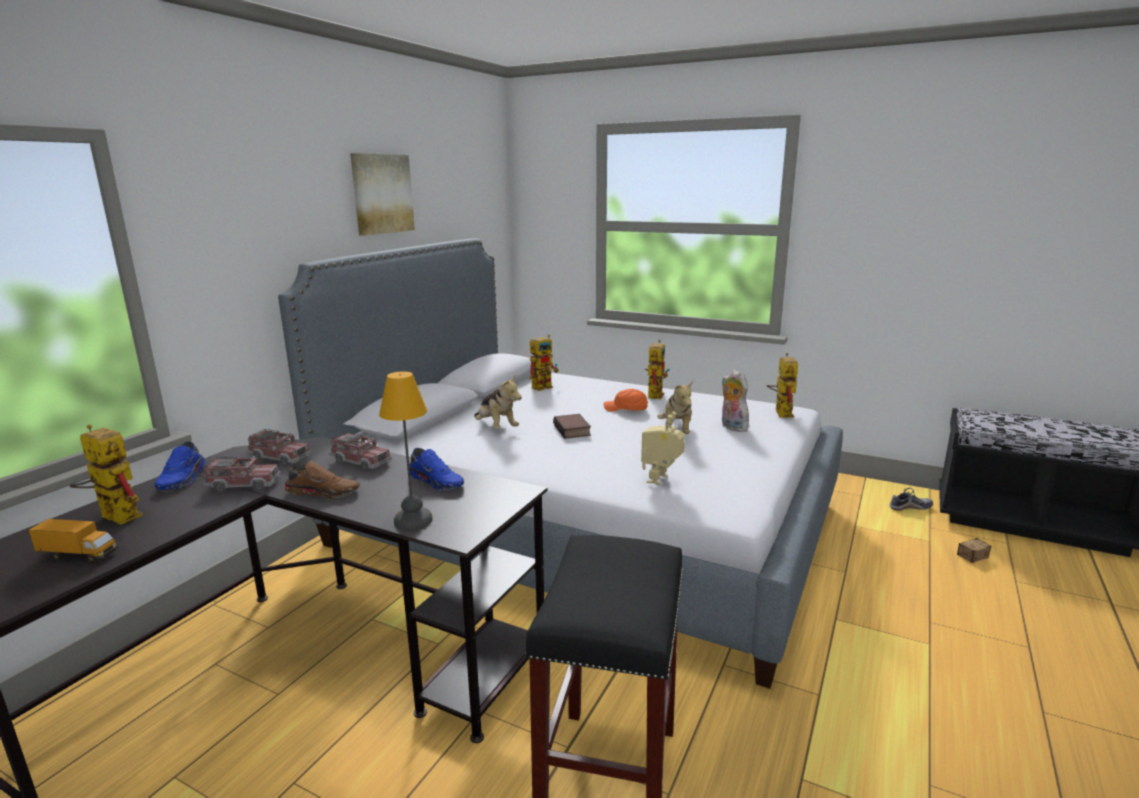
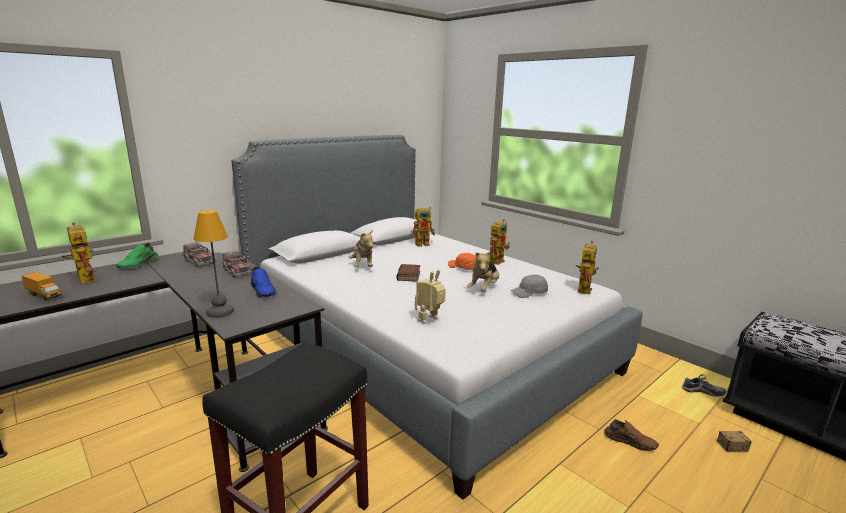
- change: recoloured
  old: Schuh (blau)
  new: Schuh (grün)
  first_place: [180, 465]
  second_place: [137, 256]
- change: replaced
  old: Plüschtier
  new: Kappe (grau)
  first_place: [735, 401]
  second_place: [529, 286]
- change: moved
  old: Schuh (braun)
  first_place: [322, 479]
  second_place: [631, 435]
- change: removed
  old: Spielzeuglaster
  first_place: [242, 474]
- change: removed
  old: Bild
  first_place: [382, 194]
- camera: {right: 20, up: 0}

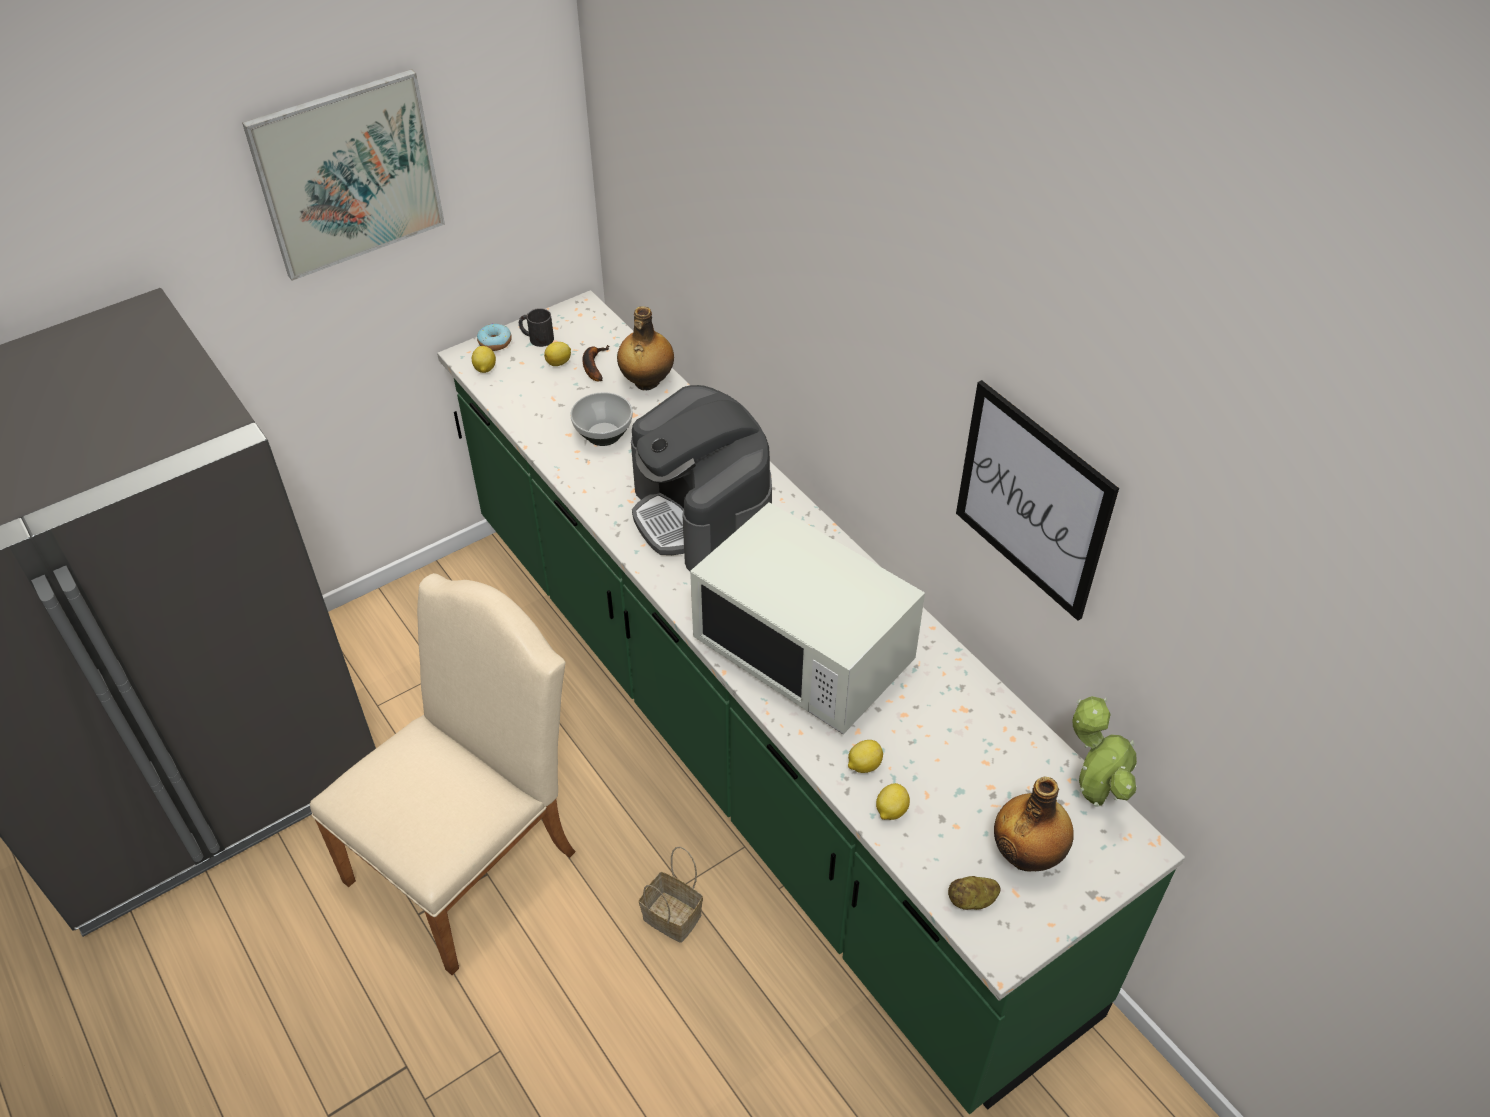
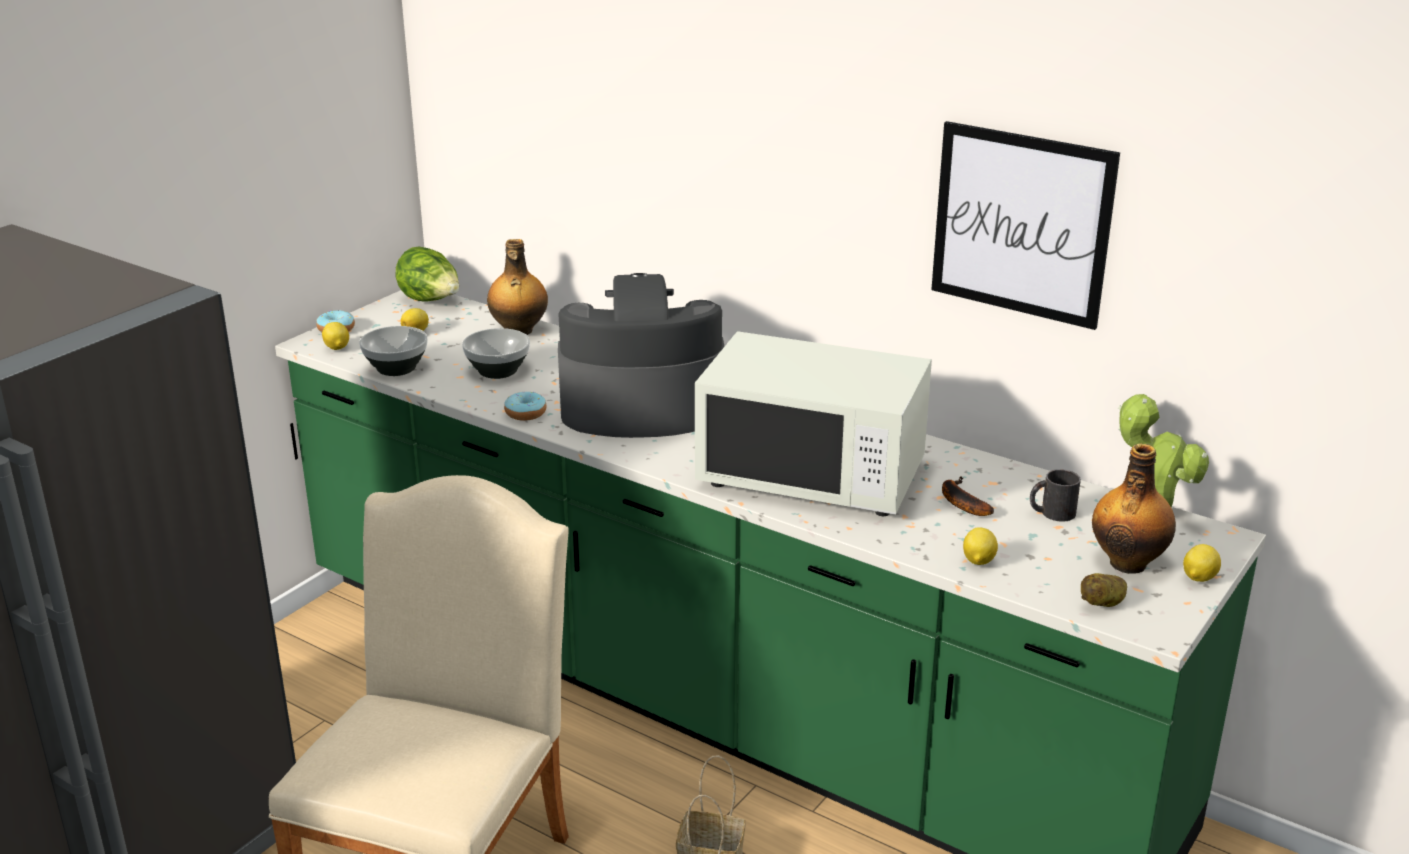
- change: added
  new: Schüssel
  second_place: [393, 351]
- change: added
  new: Salatkopf
  second_place: [427, 274]
- change: added
  new: Donut
  second_place: [525, 406]
- change: turned
  old: Kaffeemaschine
  first_place: [701, 478]
  second_place: [641, 355]
  degrees: 135
- change: moved
  old: Banane
  first_place: [596, 363]
  second_place: [968, 496]
- change: moved
  old: Henkelbecher (schwarz)
  first_place: [536, 327]
  second_place: [1055, 495]
- change: moved
  old: Zitrone
  first_place: [865, 756]
  second_place: [1202, 563]
- change: removed
  old: Bild
  first_place: [343, 175]
- camera: {right: -20, up: -20}

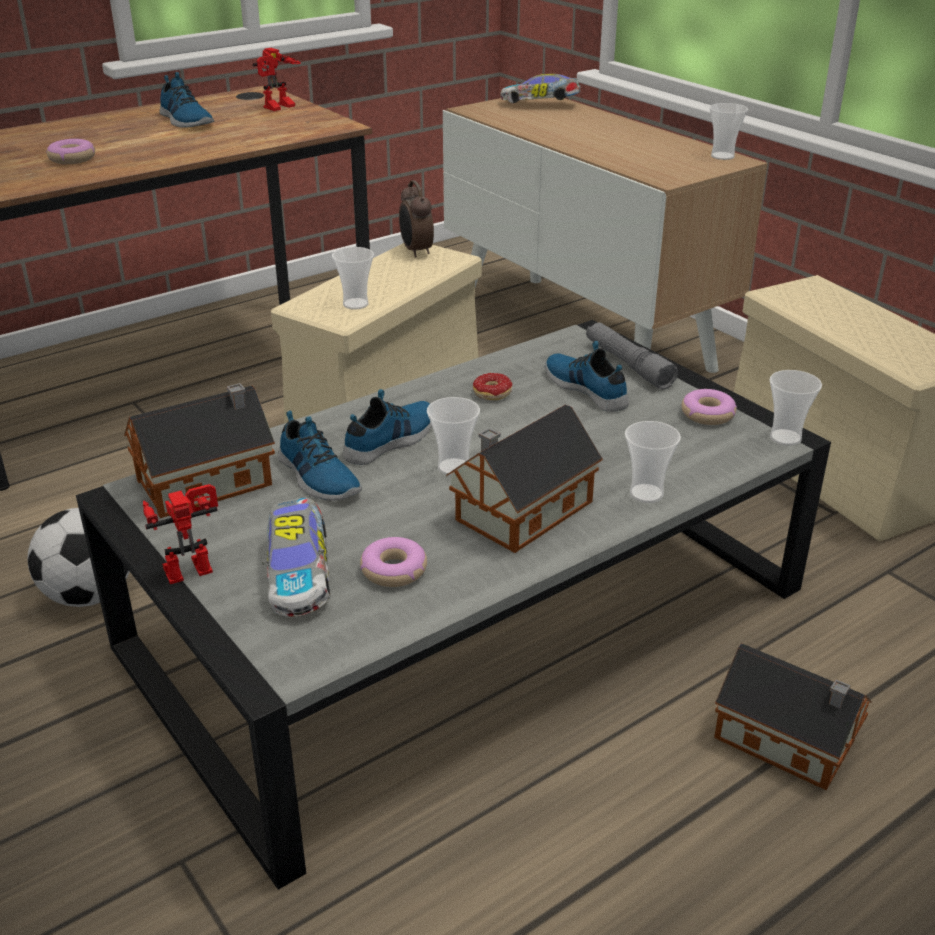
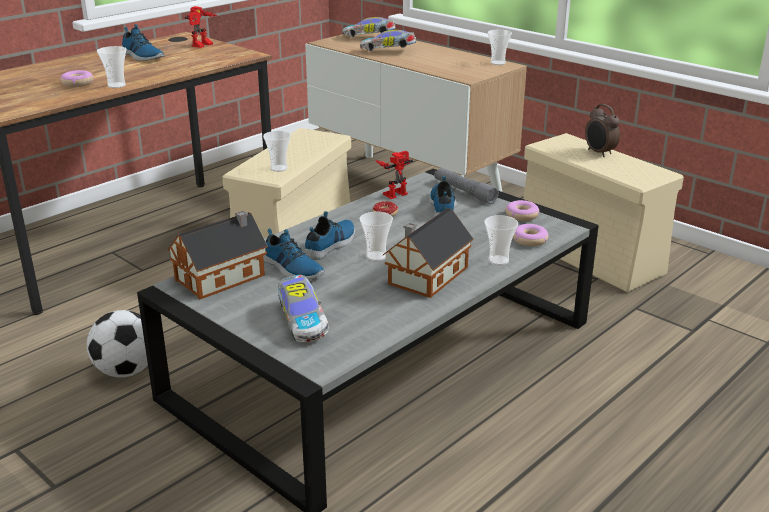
- change: moved
  old: Tasse
  first_place: [796, 408]
  second_place: [111, 67]
- change: added
  new: Spielzeugauto
  second_place: [388, 40]
- change: moved
  old: Spielzeugroboter
  first_place: [180, 534]
  second_place: [394, 175]
- change: turned
  old: Schuh
  first_place: [587, 376]
  second_place: [443, 196]
  degrees: 45
- change: moved
  old: Donut
  first_place: [393, 562]
  second_place: [531, 235]
- change: moved
  old: Wecker
  first_place: [416, 219]
  second_place: [602, 130]
- change: removed
  old: Spielzeughaus
  first_place: [793, 716]
- camera: {right: -10, up: -5}

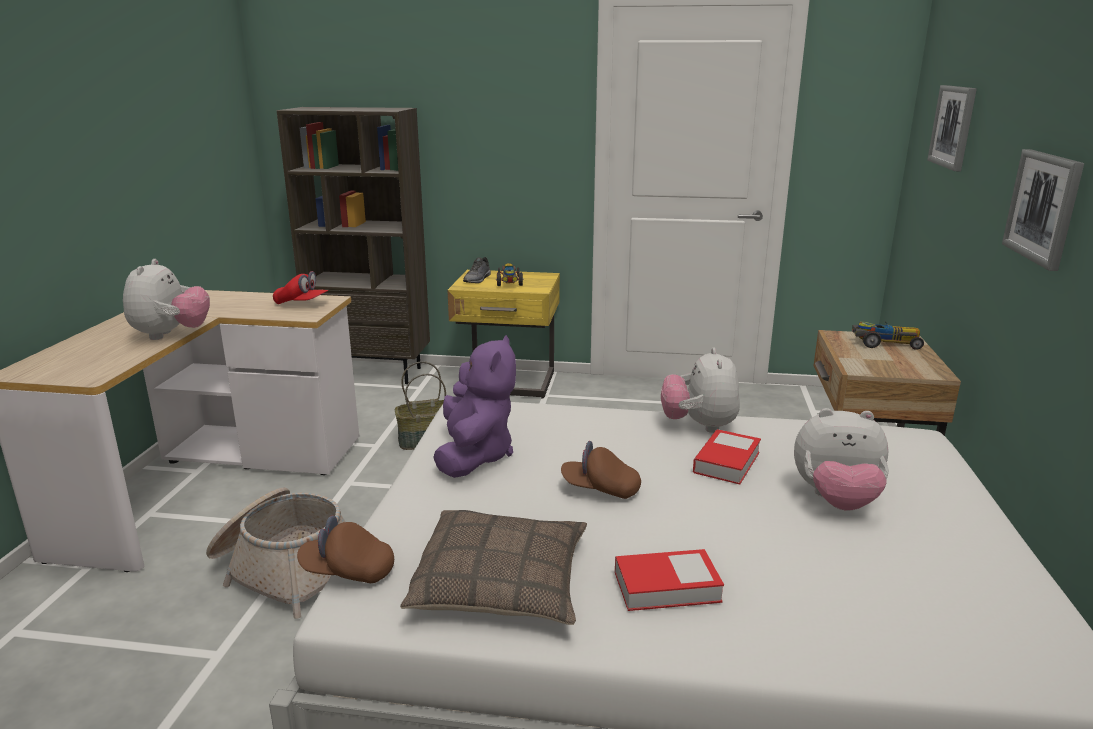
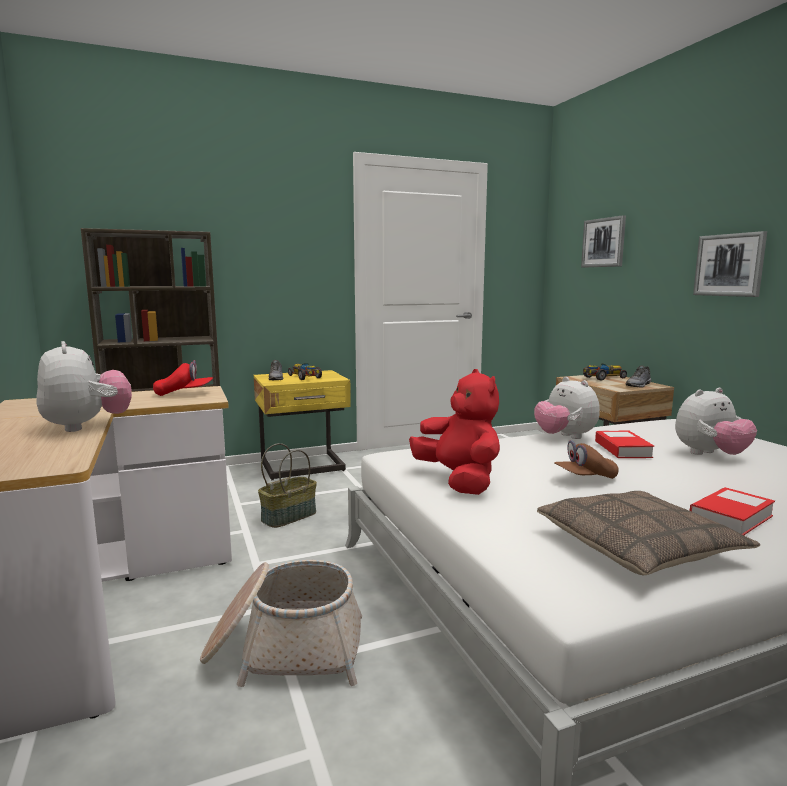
- change: recoloured
  old: Plüschtier (lila)
  new: Plüschtier (rot)
  first_place: [474, 406]
  second_place: [454, 432]
- change: added
  new: Schuh (grau)
  second_place: [638, 376]
- change: removed
  old: Kappe (braun)
  first_place: [345, 549]
- camera: {right: -30, up: -10}

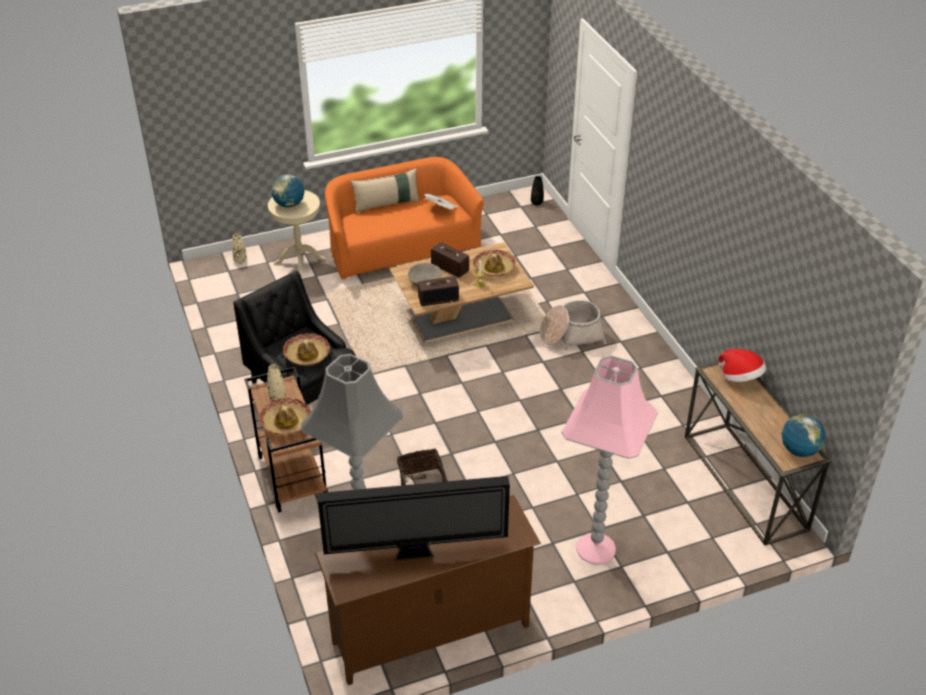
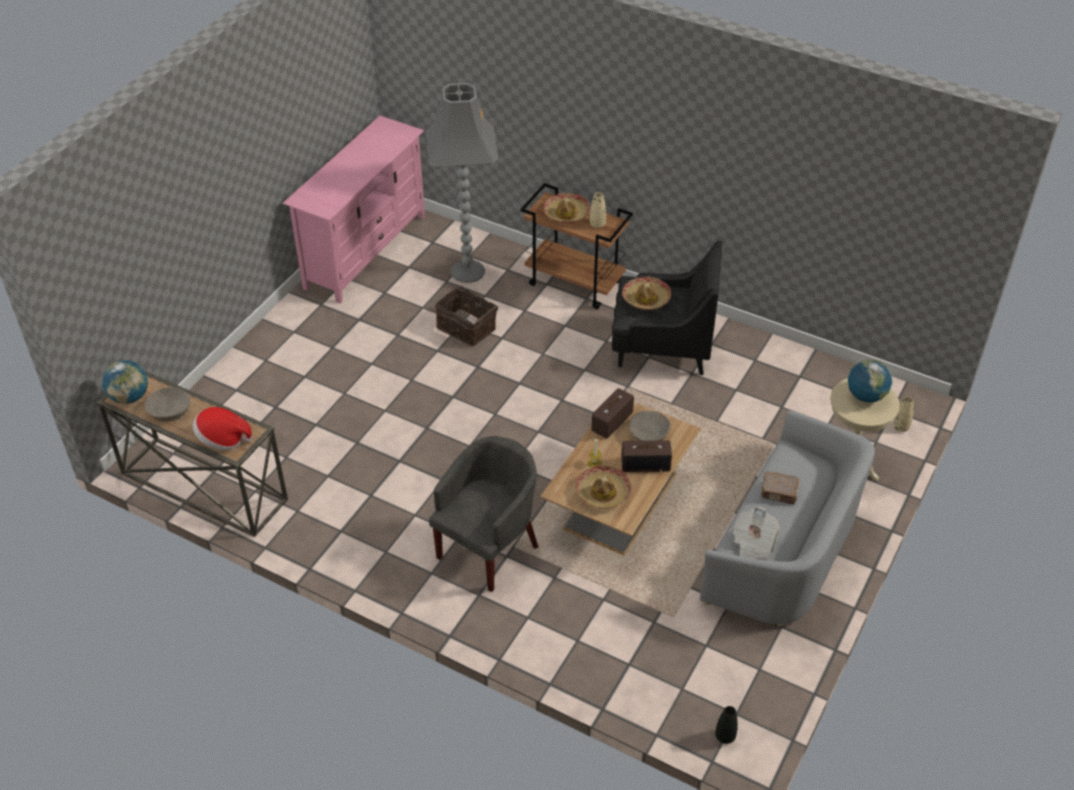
- change: added
  new: Schüssel (beige)
  second_place: [167, 404]
- change: recoloured
  old: Fernsehschrank (braun)
  new: Fernsehschrank (rosa)
  first_place: [428, 590]
  second_place: [354, 210]
- change: replaced
  old: Korb
  new: Sessel (grau)
  first_place: [573, 325]
  second_place: [484, 514]
- change: recoloured
  old: Sofa (orange)
  new: Sofa (grau)
  first_place: [404, 218]
  second_place: [787, 518]
- change: added
  new: Buch (braun)
  second_place: [780, 488]
- change: removed
  old: Fernseher
  first_place: [413, 518]
- change: removed
  old: Kissen (beige)
  first_place: [385, 190]
- change: removed
  old: Stehlampe (rosa)
  first_place: [609, 459]
- camera: {right: 140, up: 5}

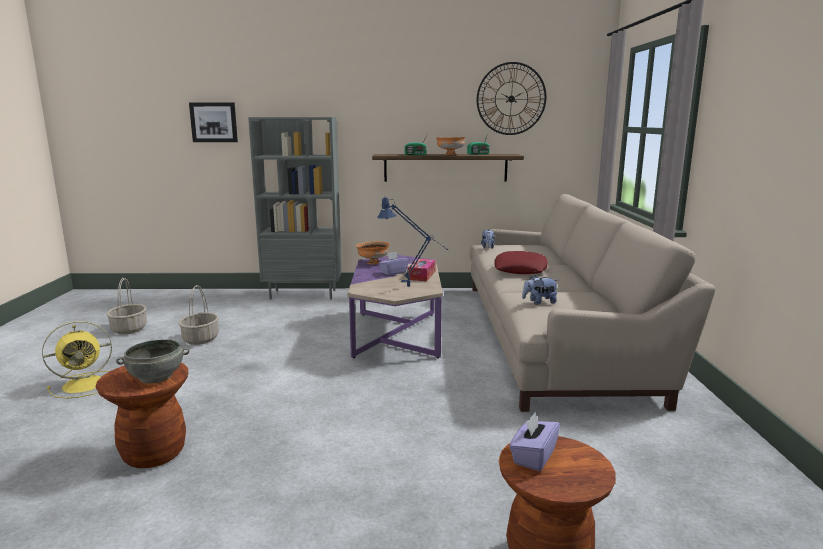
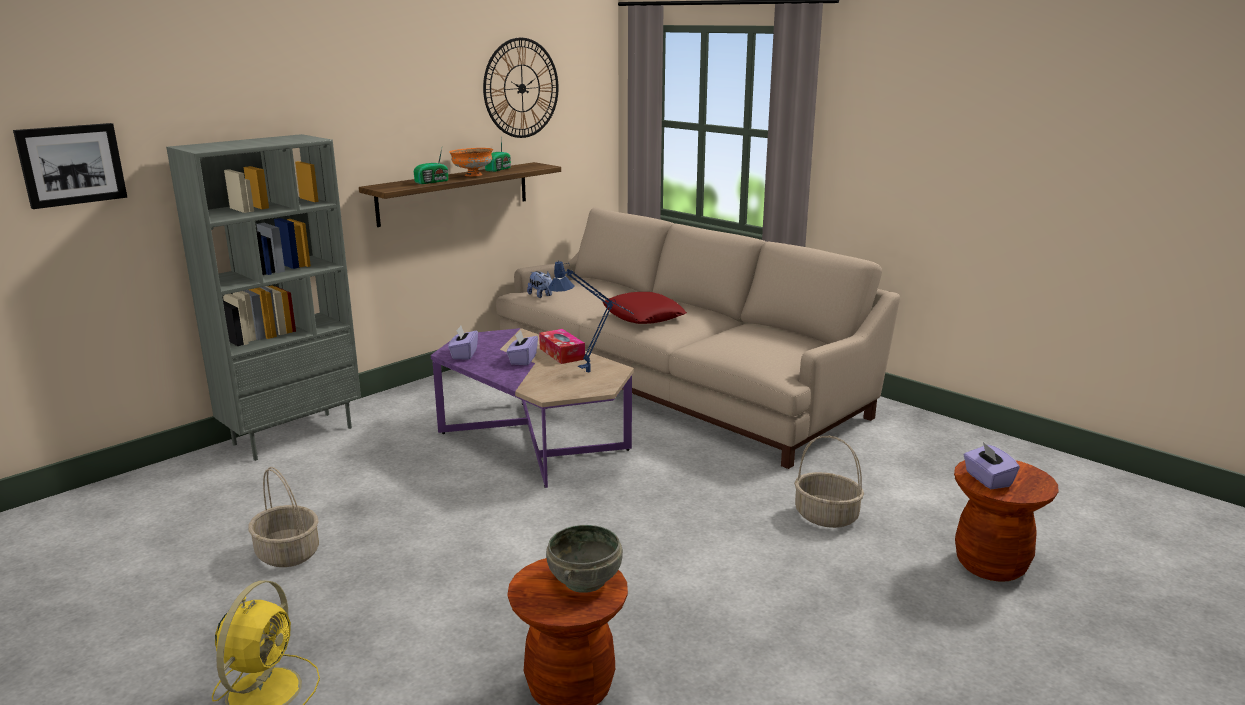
- change: replaced
  old: Schüssel (orange)
  new: Taschentuchbox (lila)
  first_place: [373, 253]
  second_place: [463, 343]
- change: moved
  old: Korb
  first_place: [126, 306]
  second_place: [829, 482]
- change: removed
  old: Plüschtier
  first_place: [540, 290]
- camera: {right: -45, up: 5}

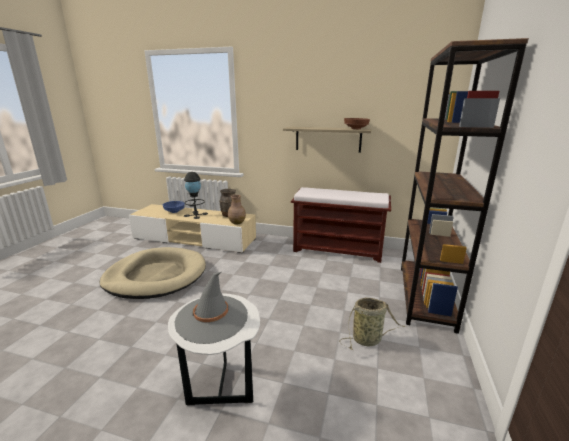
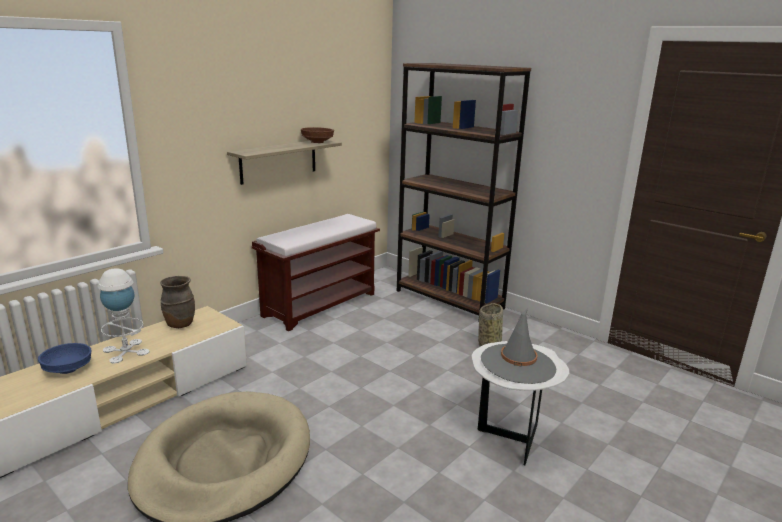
- change: recoloured
  old: Tischlampe (schwarz)
  new: Tischlampe (weiß)
  first_place: [196, 195]
  second_place: [123, 315]
- change: removed
  old: Vase (braun)
  first_place: [237, 209]
- camera: {right: -65, up: 0}

